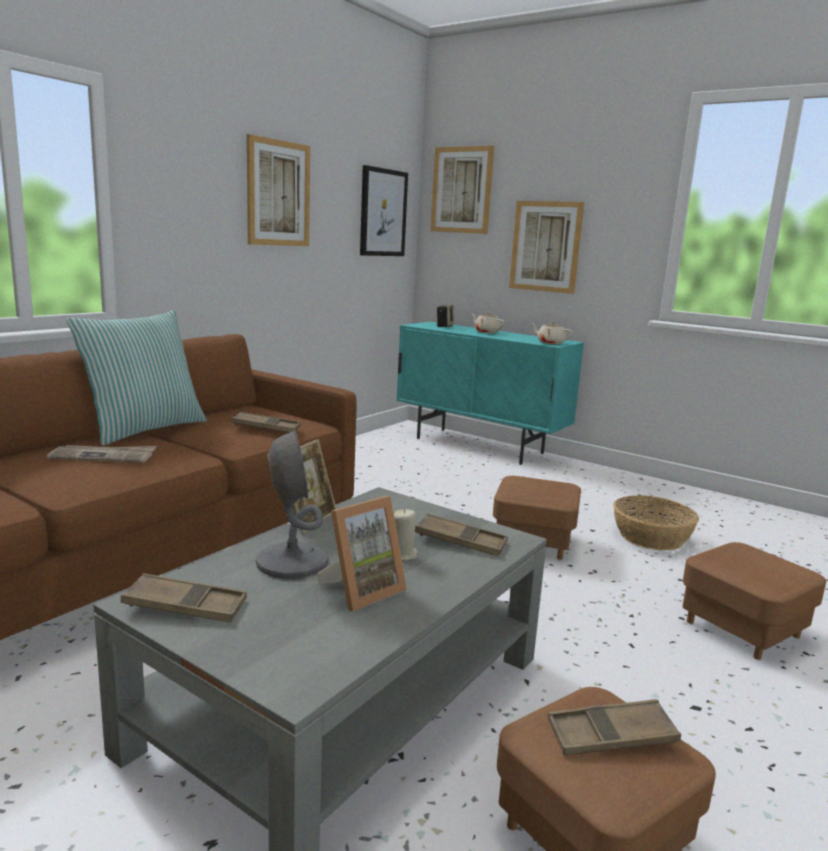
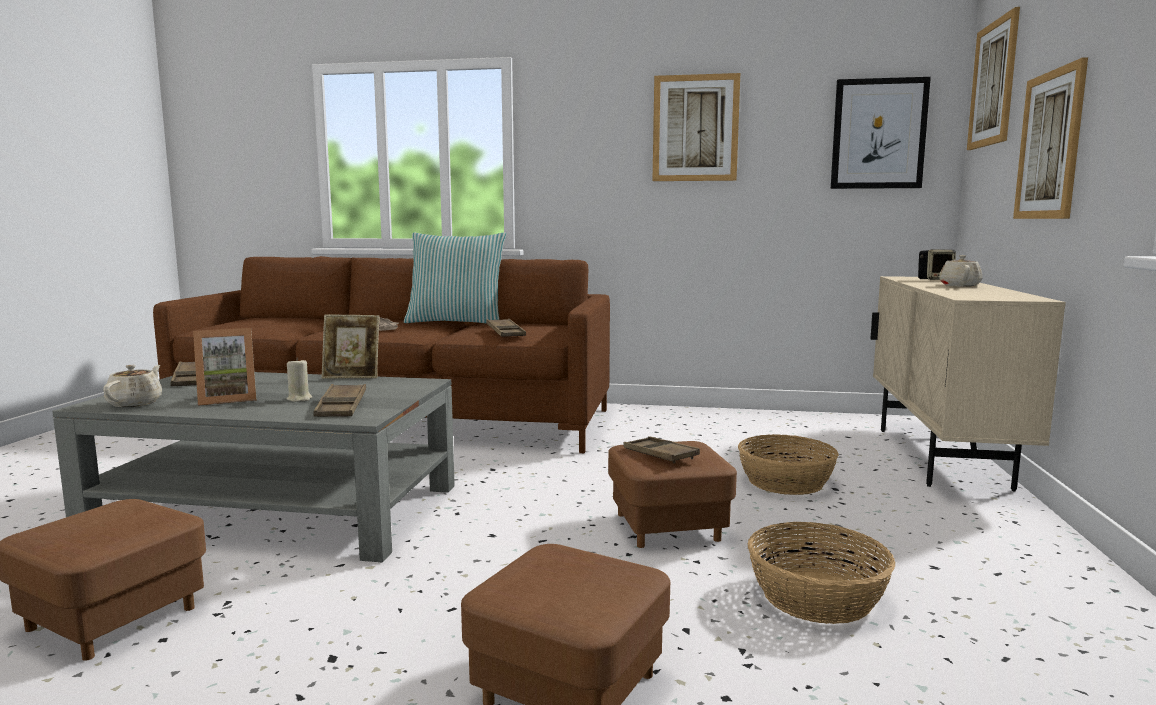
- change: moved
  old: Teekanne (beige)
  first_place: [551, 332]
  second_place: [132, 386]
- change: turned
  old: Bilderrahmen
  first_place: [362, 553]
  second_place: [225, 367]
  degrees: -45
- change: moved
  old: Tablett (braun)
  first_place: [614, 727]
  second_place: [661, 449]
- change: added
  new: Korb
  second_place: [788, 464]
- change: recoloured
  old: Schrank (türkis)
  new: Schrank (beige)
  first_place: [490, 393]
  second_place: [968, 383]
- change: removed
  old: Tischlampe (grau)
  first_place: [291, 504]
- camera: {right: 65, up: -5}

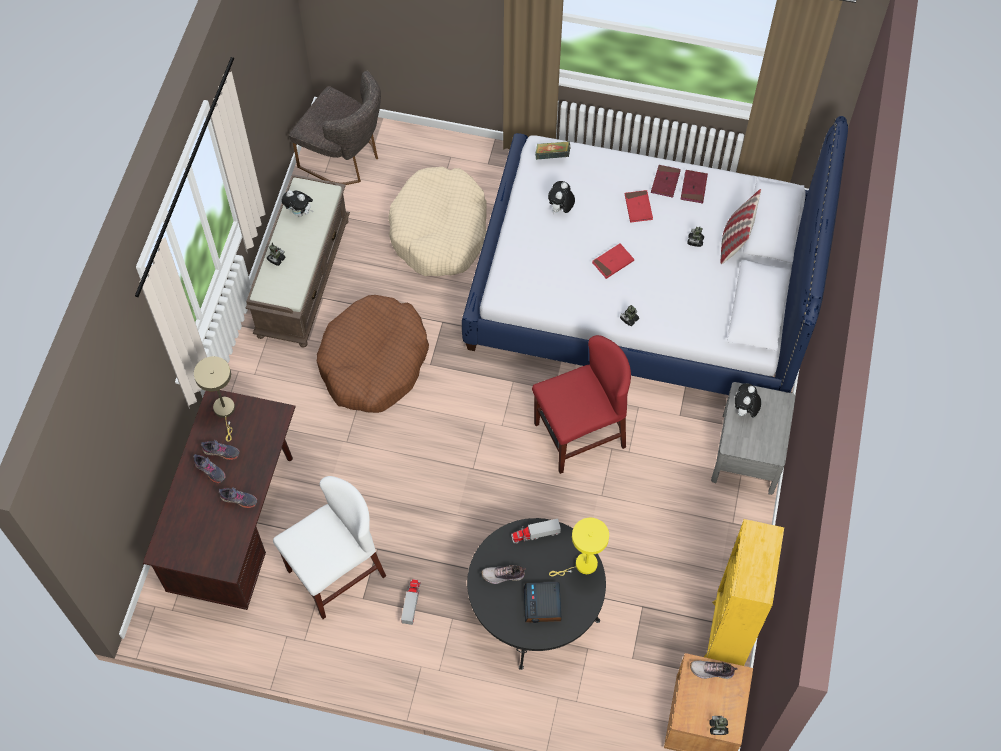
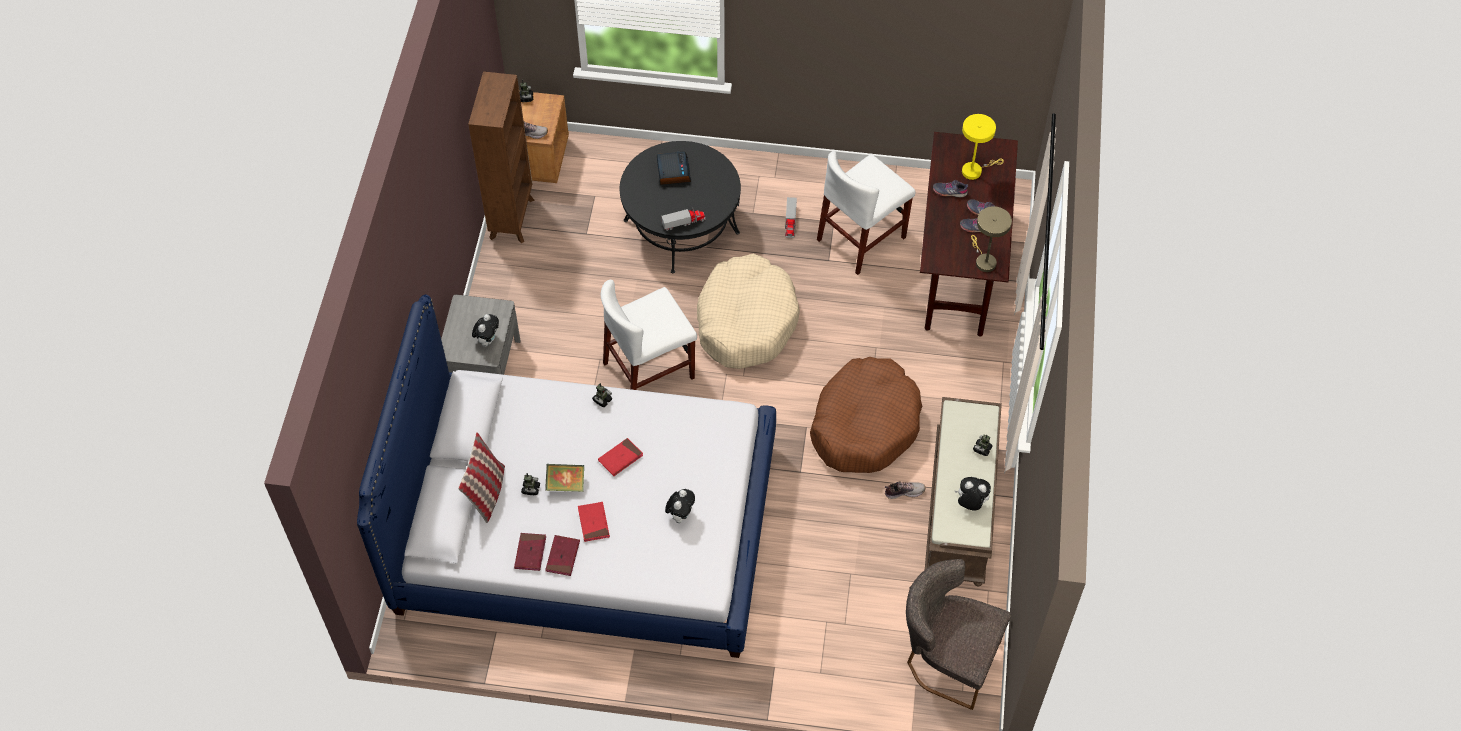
- change: recoloured
  old: Bücherregal (gelb)
  new: Bücherregal (braun)
  first_place: [744, 592]
  second_place: [501, 157]
- change: moved
  old: Buch
  first_place: [553, 150]
  second_place: [564, 478]
- change: recoloured
  old: Stuhl (rot)
  new: Stuhl (weiß)
  first_place: [581, 404]
  second_place: [649, 335]
- change: moved
  old: Hundebett (beige)
  first_place: [437, 221]
  second_place: [748, 311]
- change: moved
  old: Schuh
  first_place: [503, 574]
  second_place: [905, 490]
- change: moved
  old: Tischlampe (gelb)
  first_place: [579, 547]
  second_place: [983, 147]
- camera: {right: 175, up: -5}

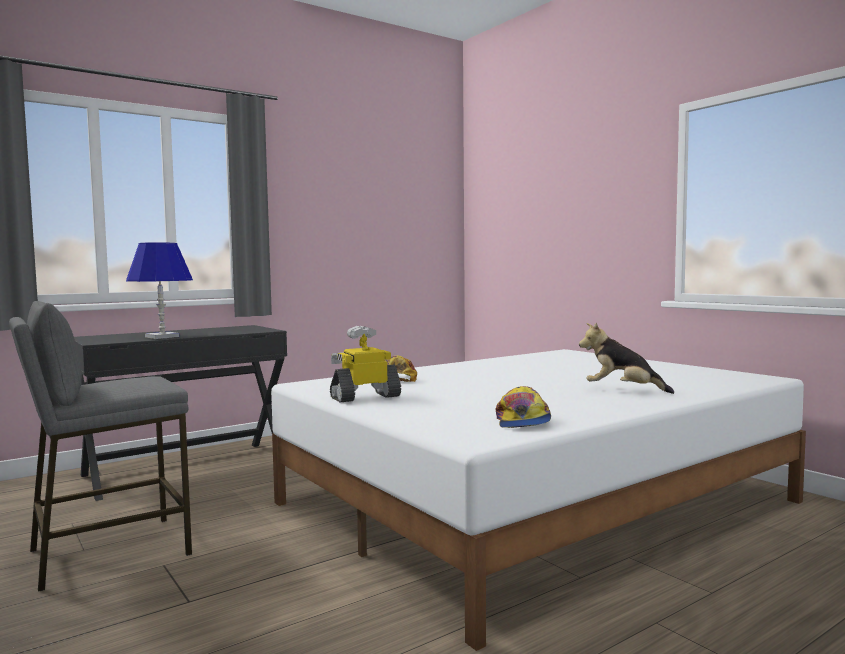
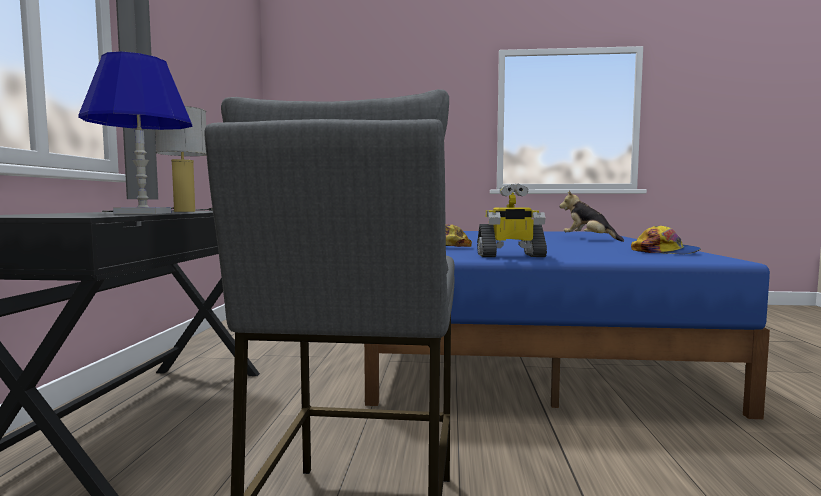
- change: added
  new: Tischlampe
  second_place: [157, 159]
- change: recoloured
  old: Bett (weiß)
  new: Bett (blau)
  first_place: [538, 500]
  second_place: [567, 325]
- change: turned
  old: Spielzeugroboter
  first_place: [365, 364]
  second_place: [512, 220]
  degrees: -105
- change: turned
  old: Plüschtier
  first_place: [626, 358]
  second_place: [591, 216]
  degrees: 75
- camera: {right: -50, up: 0}

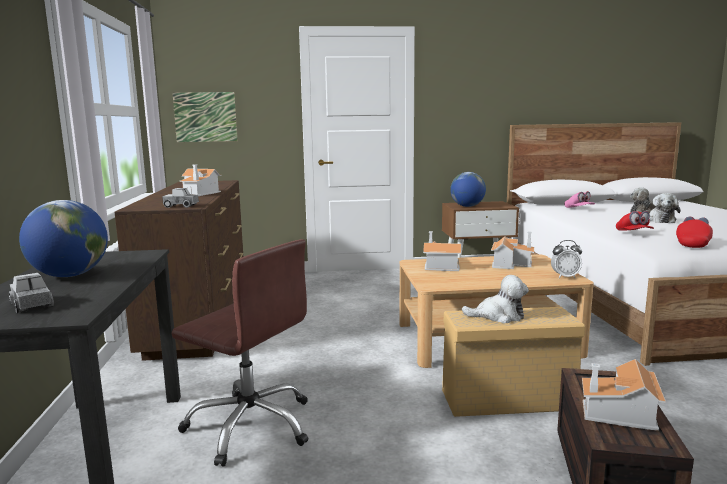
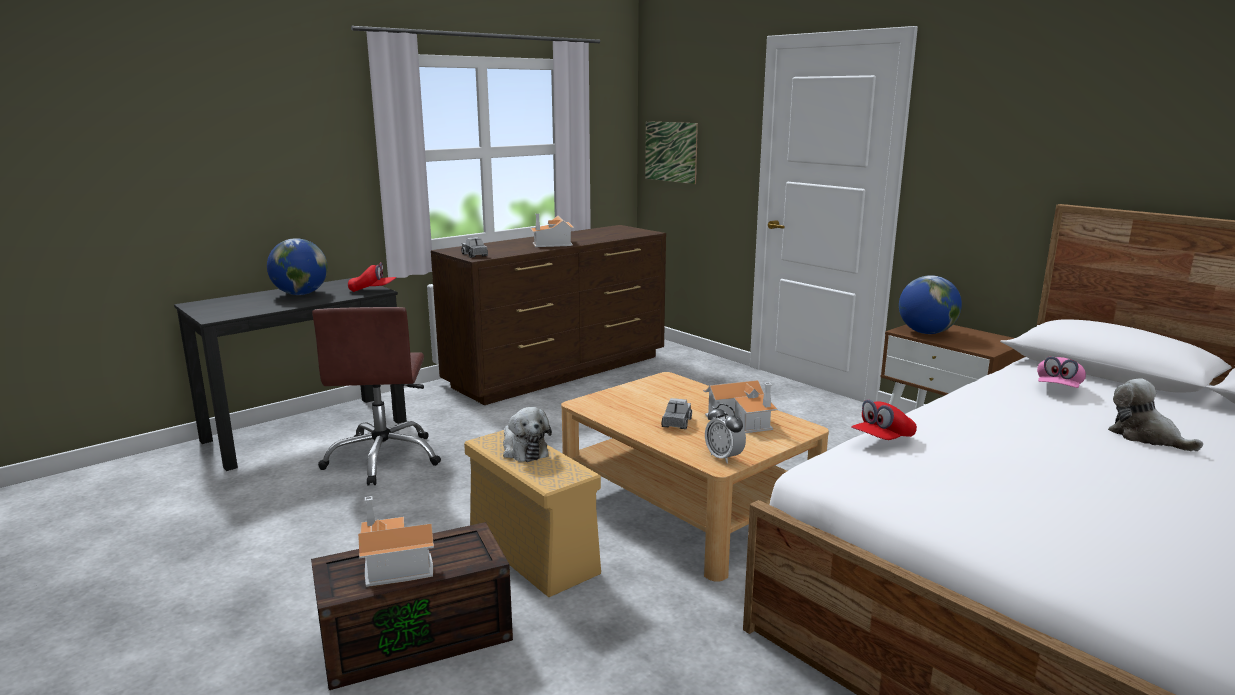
- change: moved
  old: Kappe (rot)
  first_place: [694, 232]
  second_place: [372, 277]
- change: moved
  old: Spielzeuglaster
  first_place: [31, 293]
  second_place: [677, 413]
- change: removed
  old: Spielzeughaus
  first_place: [442, 251]
- change: removed
  old: Plüschtier
  first_place: [664, 208]
- camera: {right: 55, up: 5}

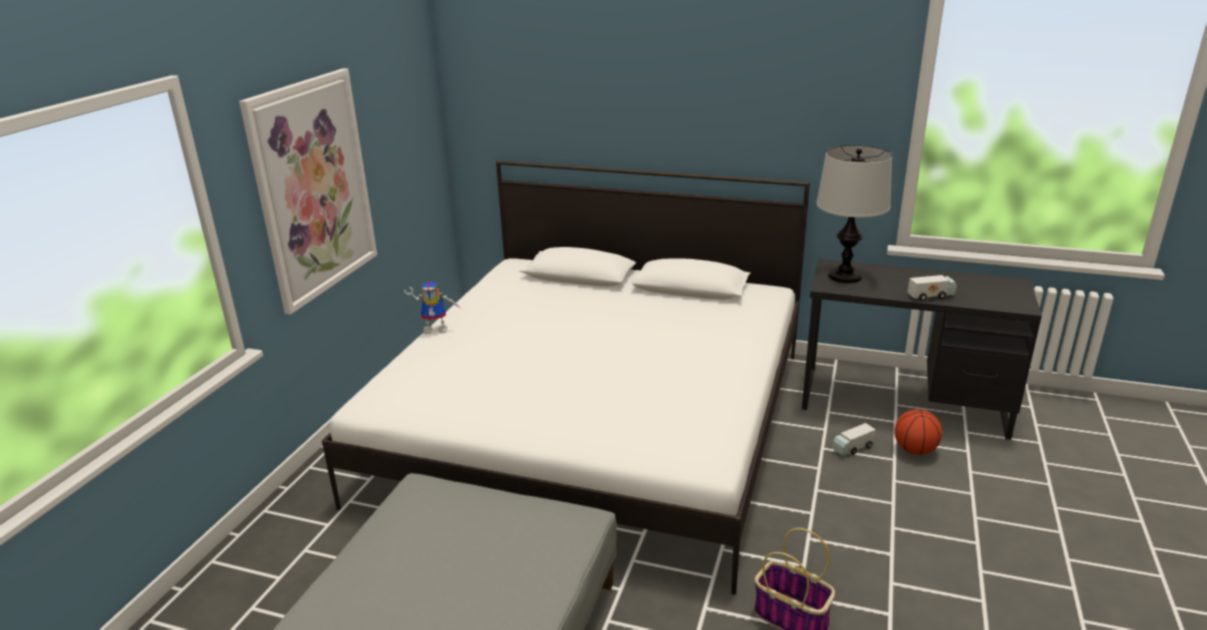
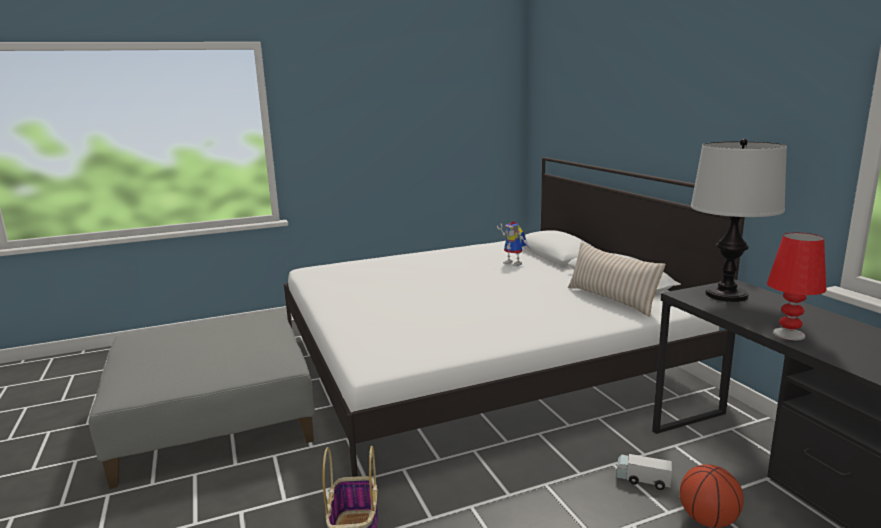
- change: moved
  old: Spielzeugroboter
  first_place: [433, 307]
  second_place: [514, 244]
- change: added
  new: Kissen (beige)
  second_place: [617, 279]
- change: replaced
  old: Spielzeuglaster
  new: Tischlampe (rot)
  first_place: [932, 288]
  second_place: [797, 286]
- change: removed
  old: Bild
  first_place: [308, 191]
- camera: {right: 50, up: -10}

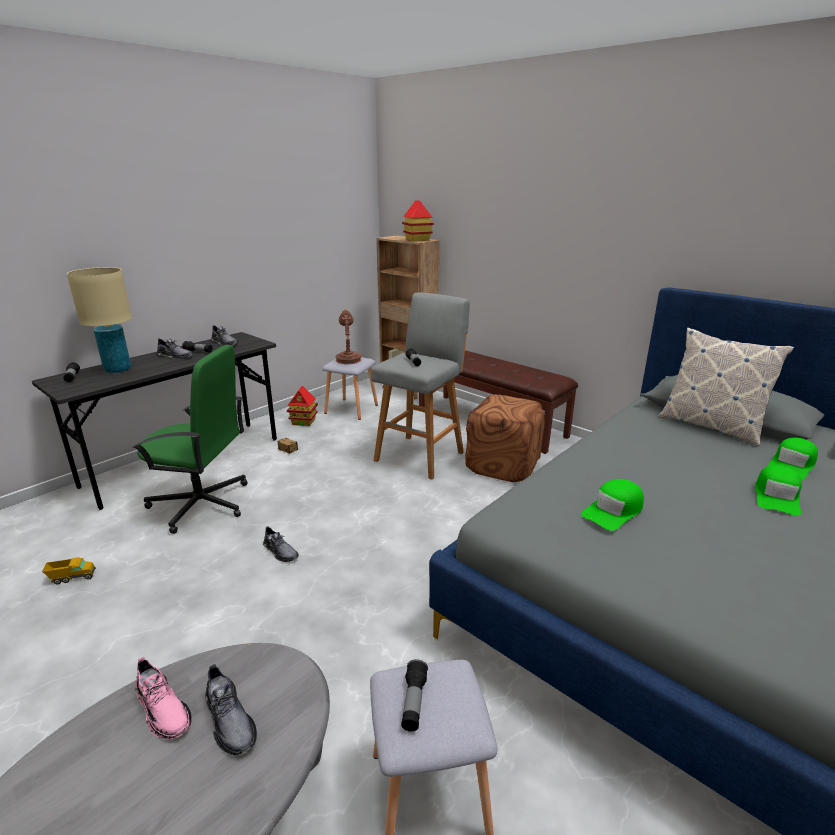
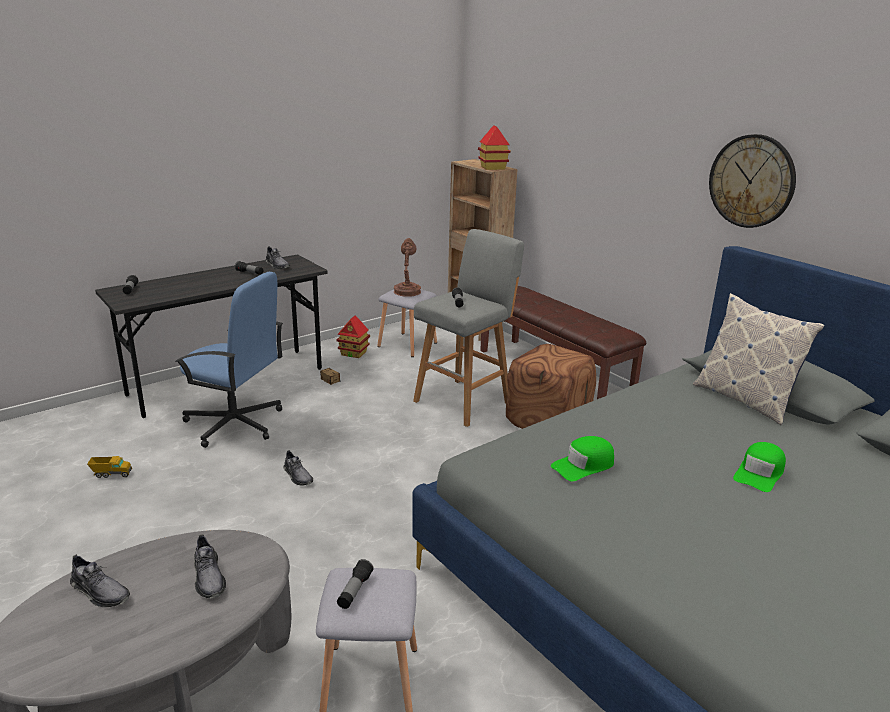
- change: moved
  old: Schuh (grau)
  first_place: [175, 348]
  second_place: [100, 580]
- change: recoloured
  old: Bürostuhl (grün)
  new: Bürostuhl (blau)
  first_place: [190, 439]
  second_place: [229, 360]
- change: added
  new: Wanduhr
  second_place: [752, 181]
- change: removed
  old: Tischlampe (beige)
  first_place: [99, 320]
- change: removed
  old: Schuh (rosa)
  first_place: [163, 698]
- change: removed
  old: Kappe (grün)
  first_place: [793, 458]
- camera: {right: 10, up: 0}

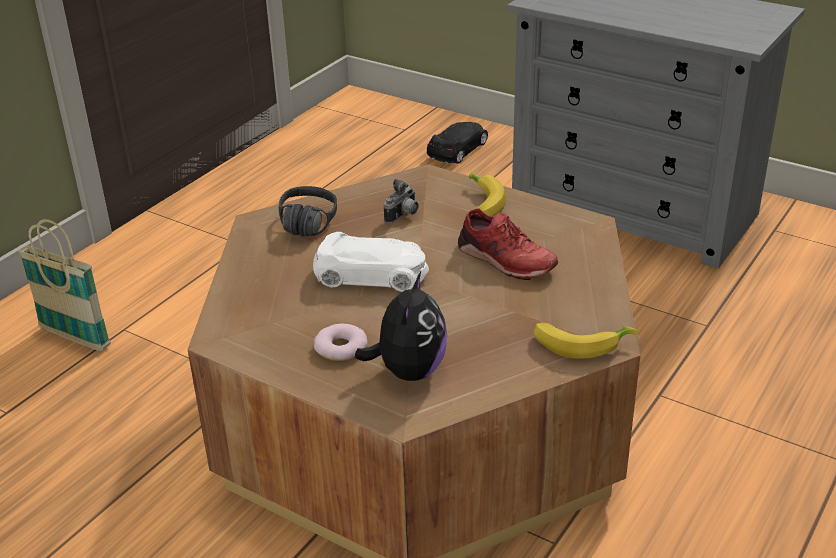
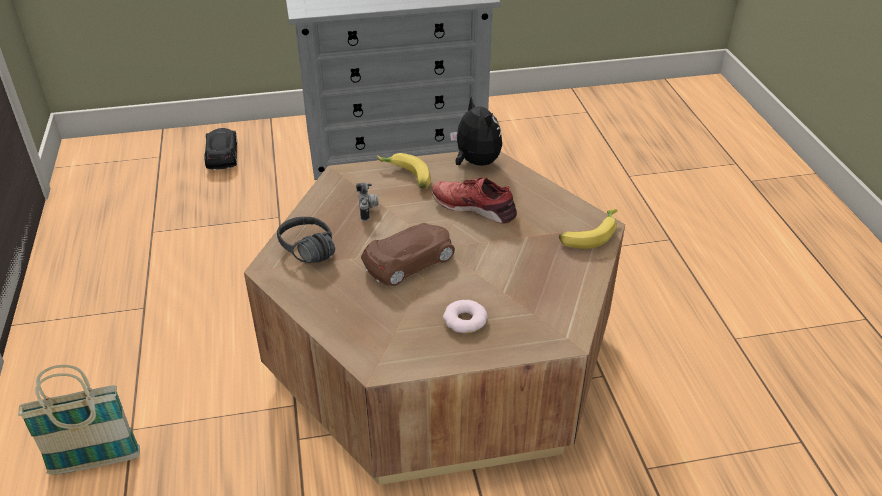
- change: recoloured
  old: Spielzeugauto (weiß)
  new: Spielzeugauto (braun)
  first_place: [371, 262]
  second_place: [408, 254]
- change: turned
  old: Schuh (rot)
  first_place: [508, 244]
  second_place: [474, 200]
  degrees: -150
- change: moved
  old: Plüschtier
  first_place: [401, 326]
  second_place: [476, 131]
- camera: {right: -45, up: 5}

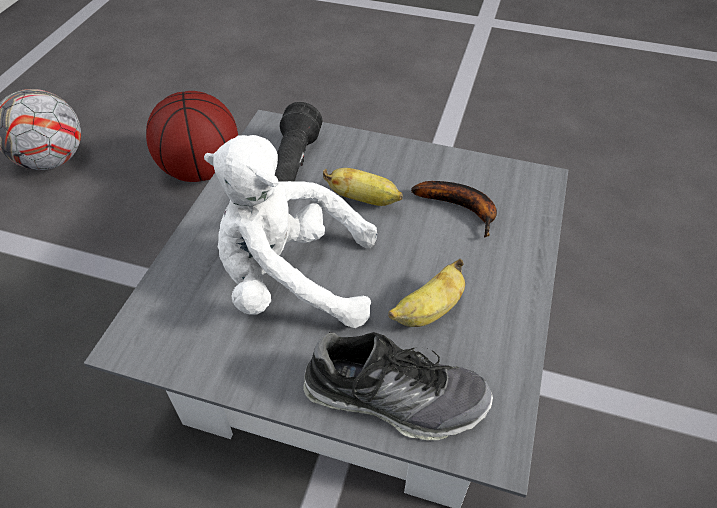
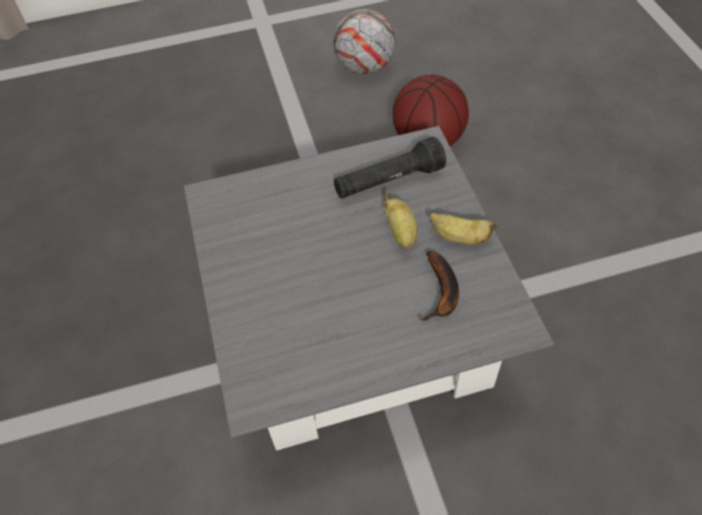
- change: moved
  old: Banane
  first_place: [426, 293]
  second_place: [464, 229]
- change: removed
  old: Plüschtier (weiß)
  first_place: [290, 231]
- change: removed
  old: Schuh
  first_place: [398, 386]
- camera: {right: 60, up: 5}

